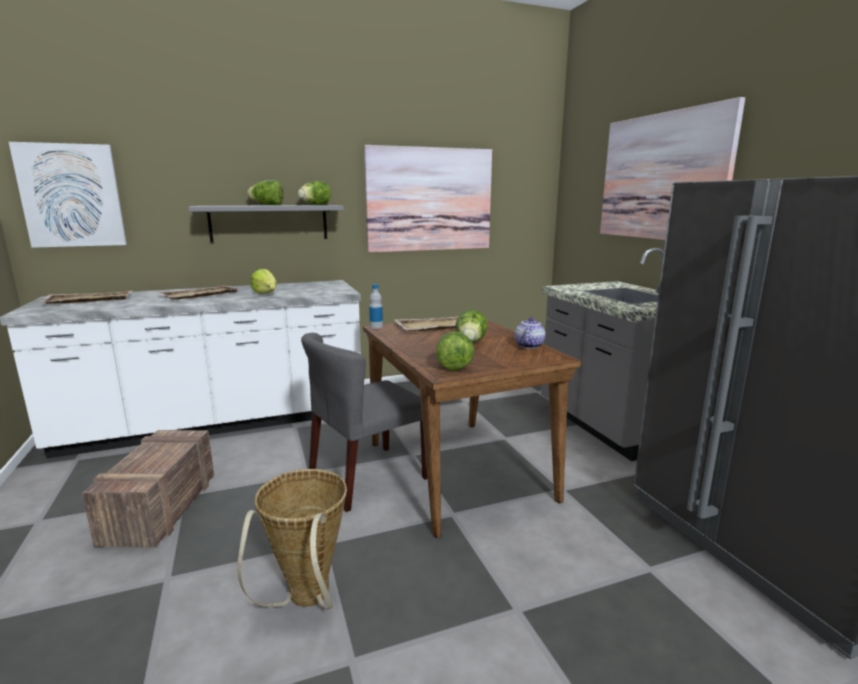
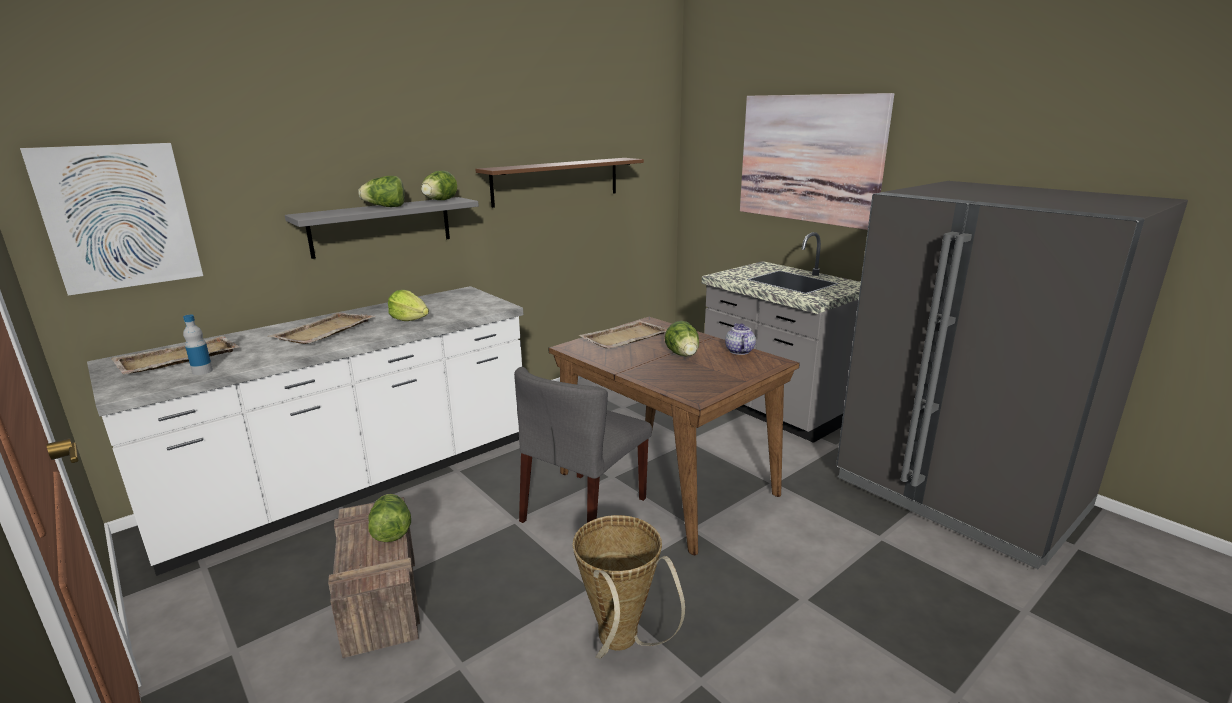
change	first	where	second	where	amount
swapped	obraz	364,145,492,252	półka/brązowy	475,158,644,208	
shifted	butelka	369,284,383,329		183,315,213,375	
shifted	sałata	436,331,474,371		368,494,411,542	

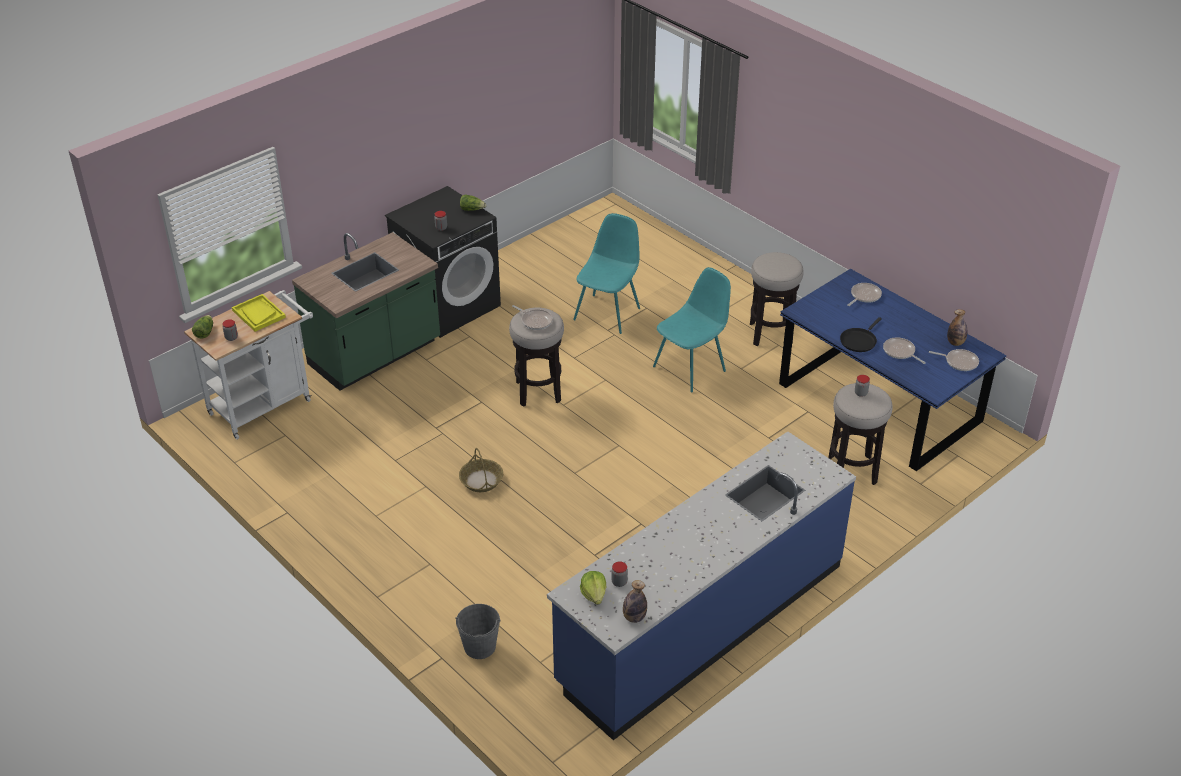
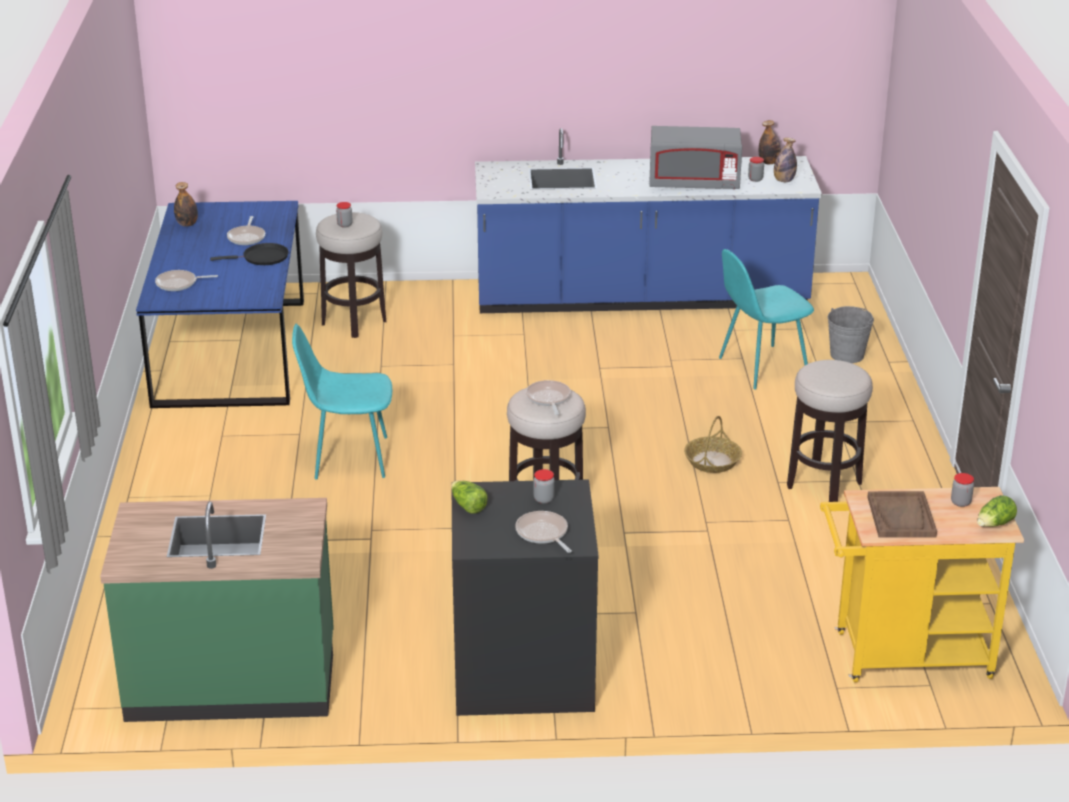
change	first	where	second	where	amount
shifted	krzesło/turkusowy	573,213,640,334		719,249,814,390	
shifted	zabudowa kuchenna/zielony	292,232,440,391		100,498,334,722	
shifted	stołek	750,252,804,346		787,360,873,502	
repainted	wózek/biały	184,290,313,440	wózek/żółty	820,487,1024,682	
repainted	taca/żółty	232,294,286,332	taca/brązowy	867,491,937,538	
shifted	patelnia	929,349,979,371		515,511,572,553	
swapped	sałata	580,571,606,605	butelka	774,138,797,182	
new			mikrofalówka/szary	649,126,742,189	

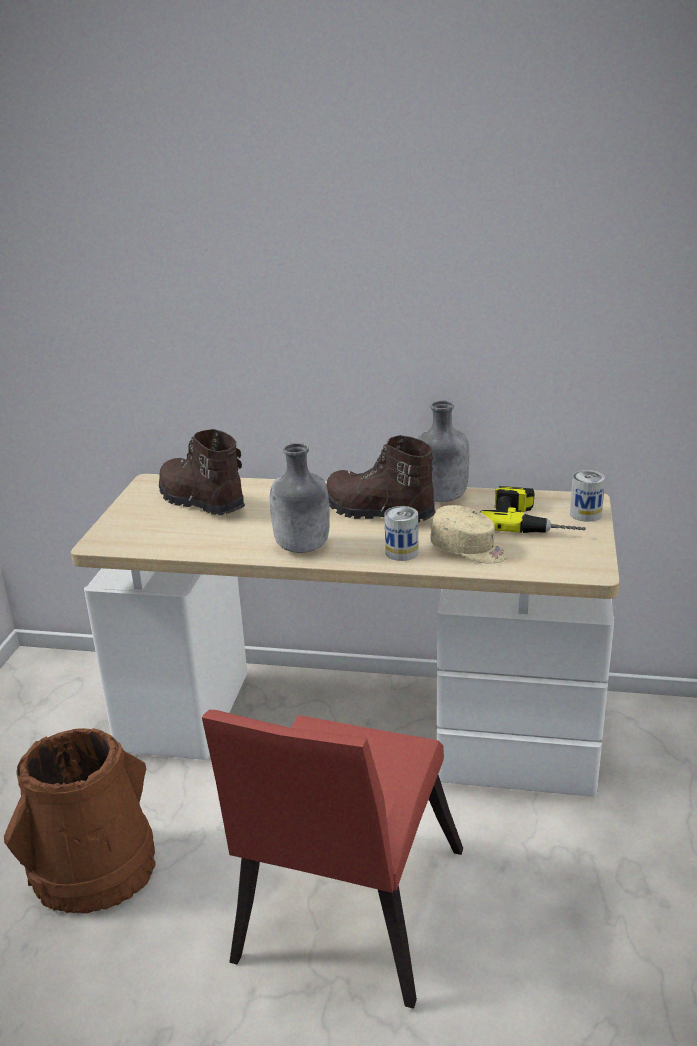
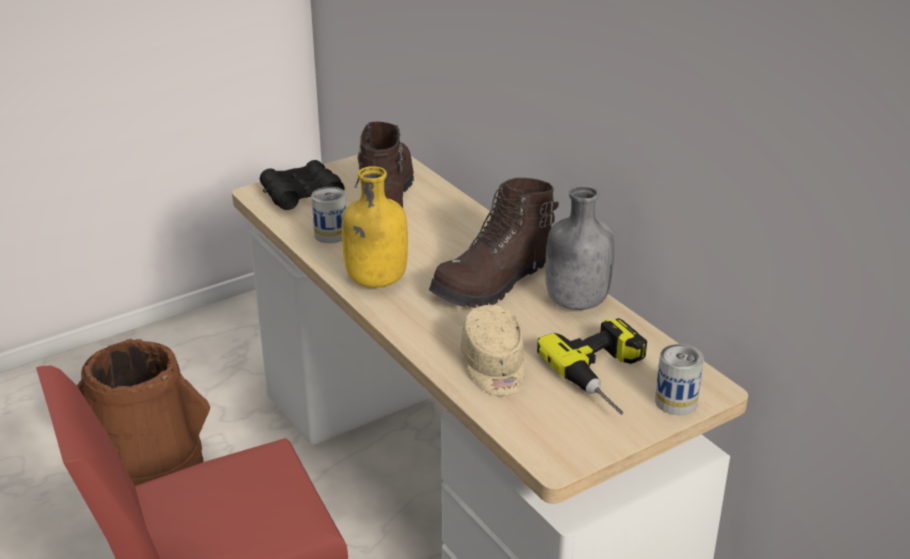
change	first	where	second	where	amount
rotated	but z cholewką/brązowy	326,435,436,523		429,178,559,308	120 degrees counterclockwise
repainted	butelka/szary	270,443,330,553	butelka/żółty	342,166,408,288	
shifted	puszka	385,506,418,561		311,187,347,243	
new			lornetka/czarny	260,160,345,210	

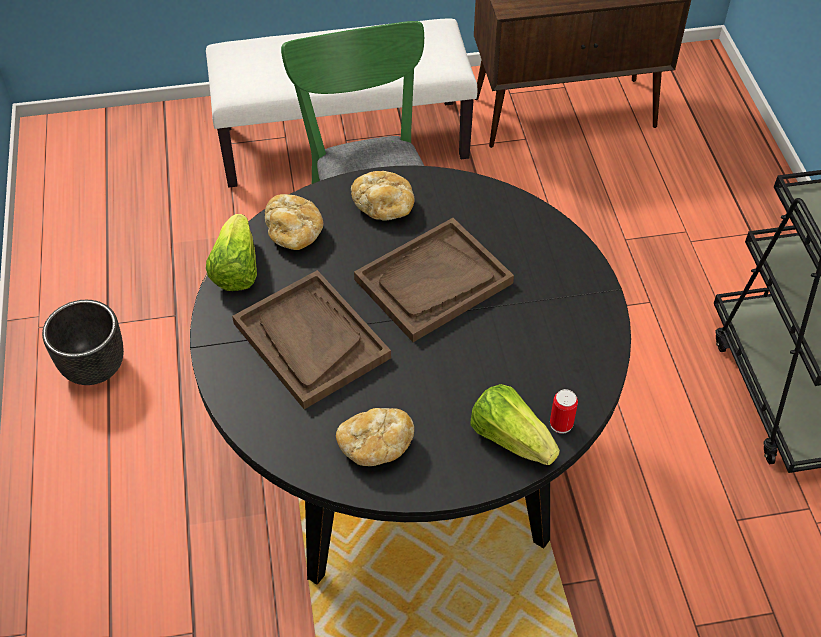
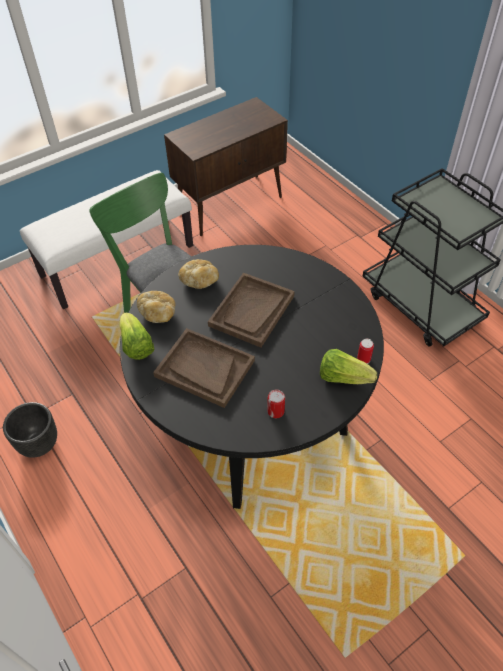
change	first	where	second	where	amount
swapped	chleb	336,408,414,466	puszka	267,389,285,418	

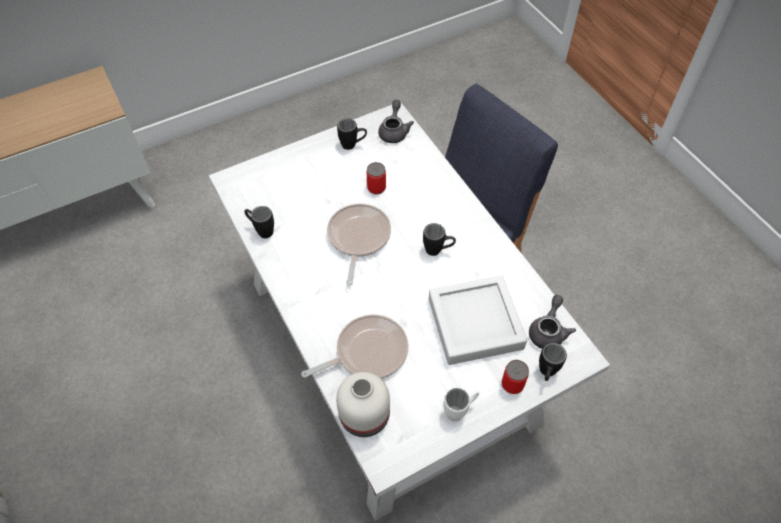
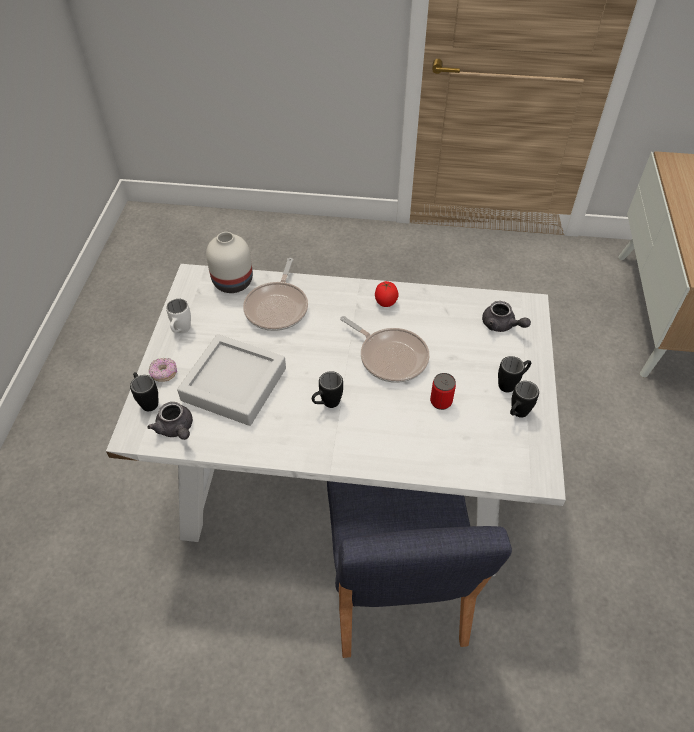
change	first	where	second	where	amount
shifted	imbryk/szary	378,100,414,143		482,301,531,332	
shifted	kubek/czarny	244,206,274,238		498,356,531,392	
swapped	puszka	502,360,529,394	donut	149,358,177,382	
new			pomidor	375,281,399,307	

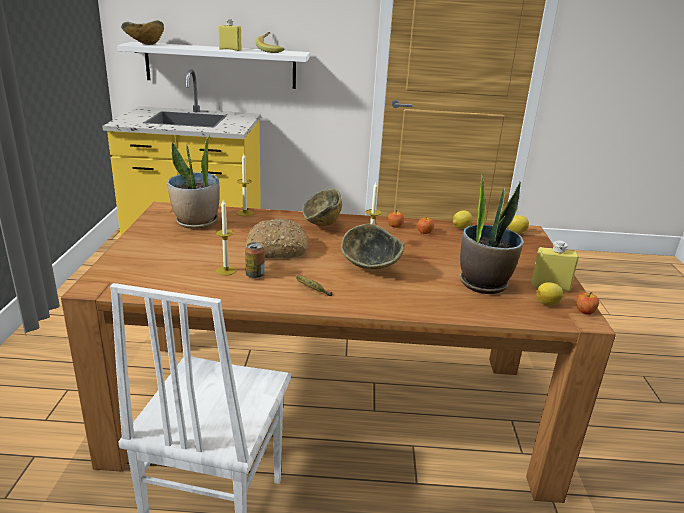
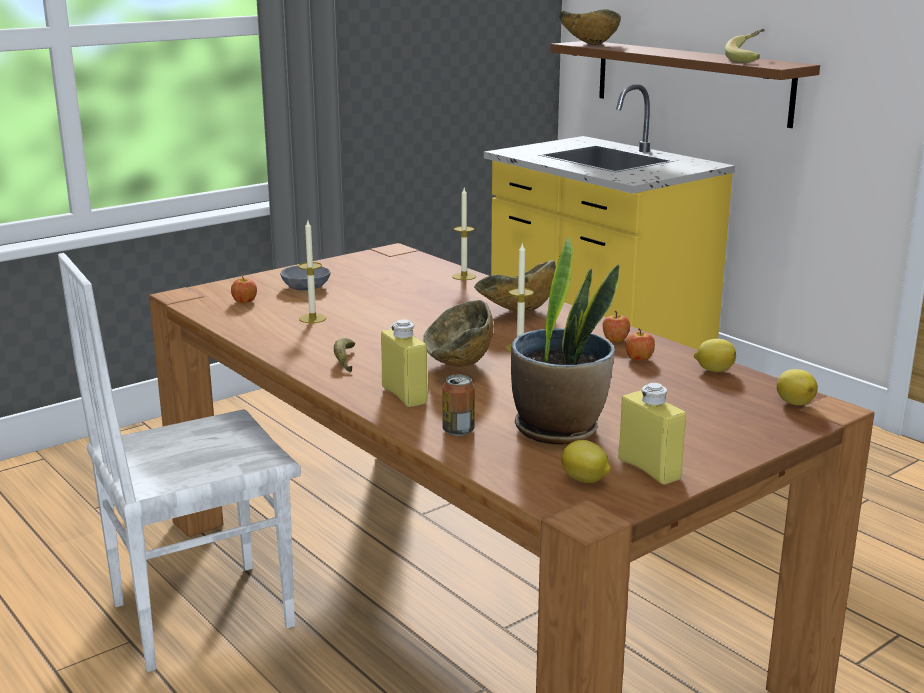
change	first	where	second	where	amount
shifted	butelka/żółty	218,19,242,51		381,319,428,407	
repainted	półka/biały	117,42,310,89	półka/brązowy	550,41,820,128	
gone	roślina doniczkowa	167,135,220,229			
gone	chleb	246,218,307,258			
shifted	puszka	245,242,265,279		442,374,475,436	
shifted	jabłko	576,292,599,315		231,276,257,303	
new			miska/szary	280,266,331,290	

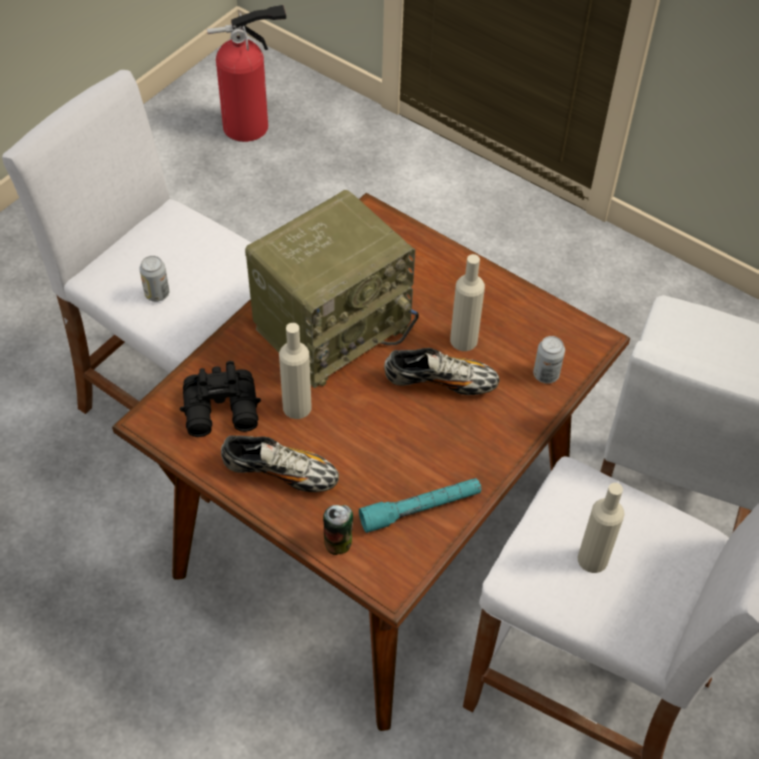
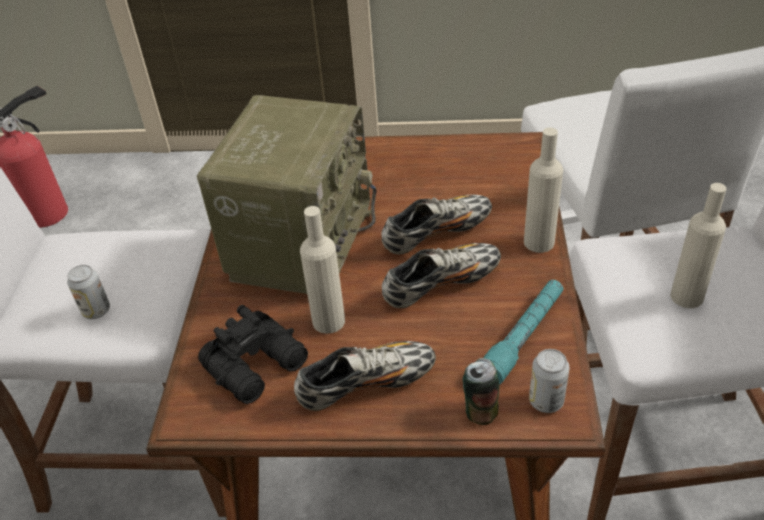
change	first	where	second	where	amount
shifted	butelka/beżowy	450,254,485,351		524,128,563,253	
shifted	puszka	533,336,565,384		529,349,570,413	
new			but	382,243,501,308	

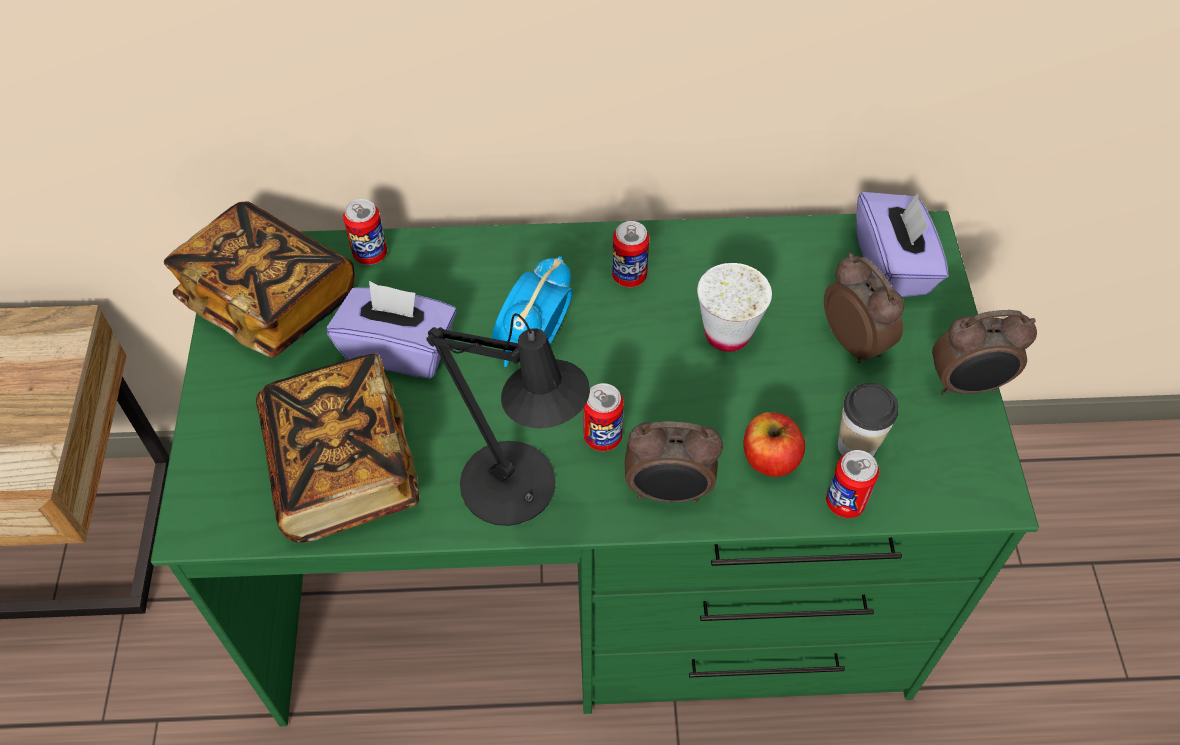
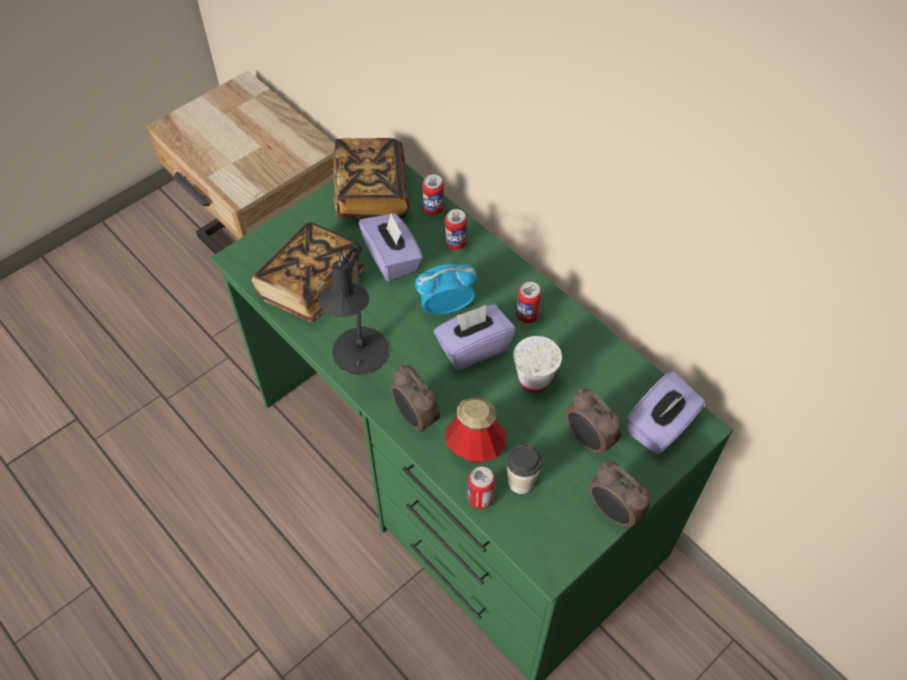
change	first	where	second	where	amount
rotated	budzik	824,253,904,363		566,388,622,456	120 degrees clockwise
shifted	puszka	583,383,624,451		445,209,467,250	
swapped	jabłko	743,412,805,477	butelka	446,398,506,463	
new			pudełko chusteczek/fioletowy	434,304,516,370	

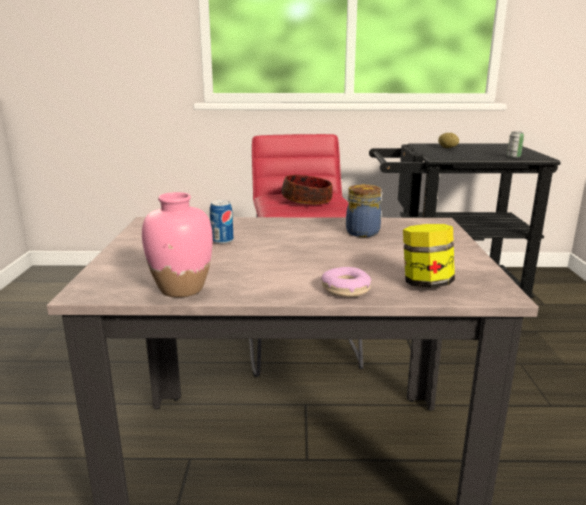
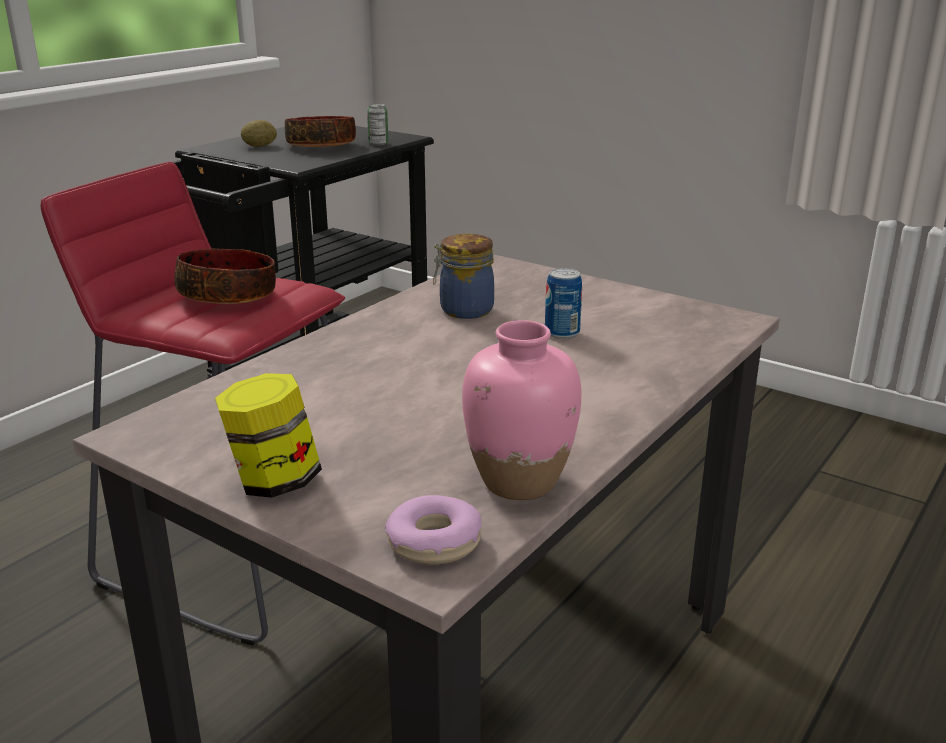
change	first	where	second	where	amount
shifted	puszka	210,200,233,244		545,268,582,339	
shifted	słoik	403,224,455,288		215,373,322,498	
shifted	donut	321,267,371,298		385,495,481,564	
new			miska	285,116,356,147	

